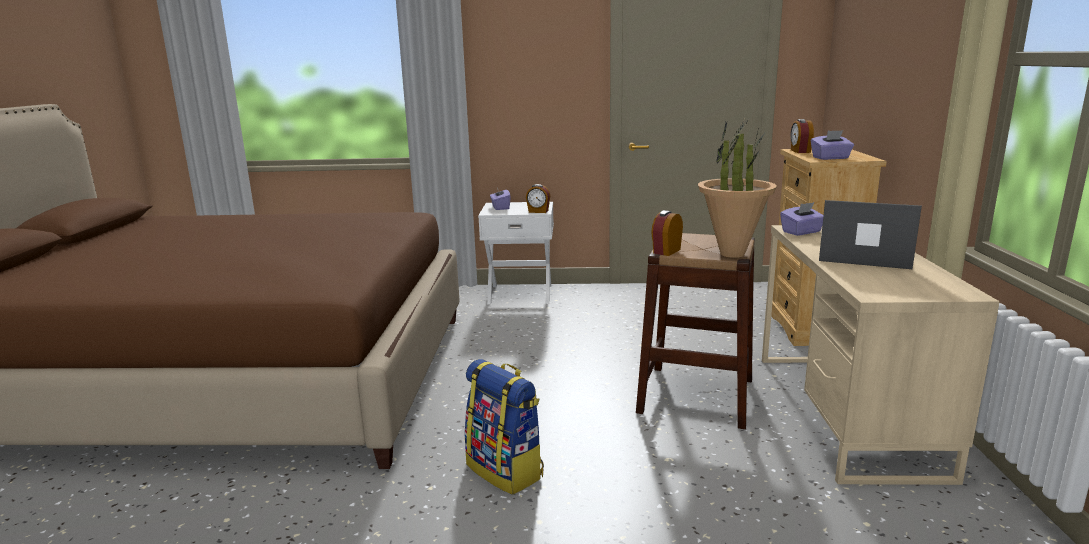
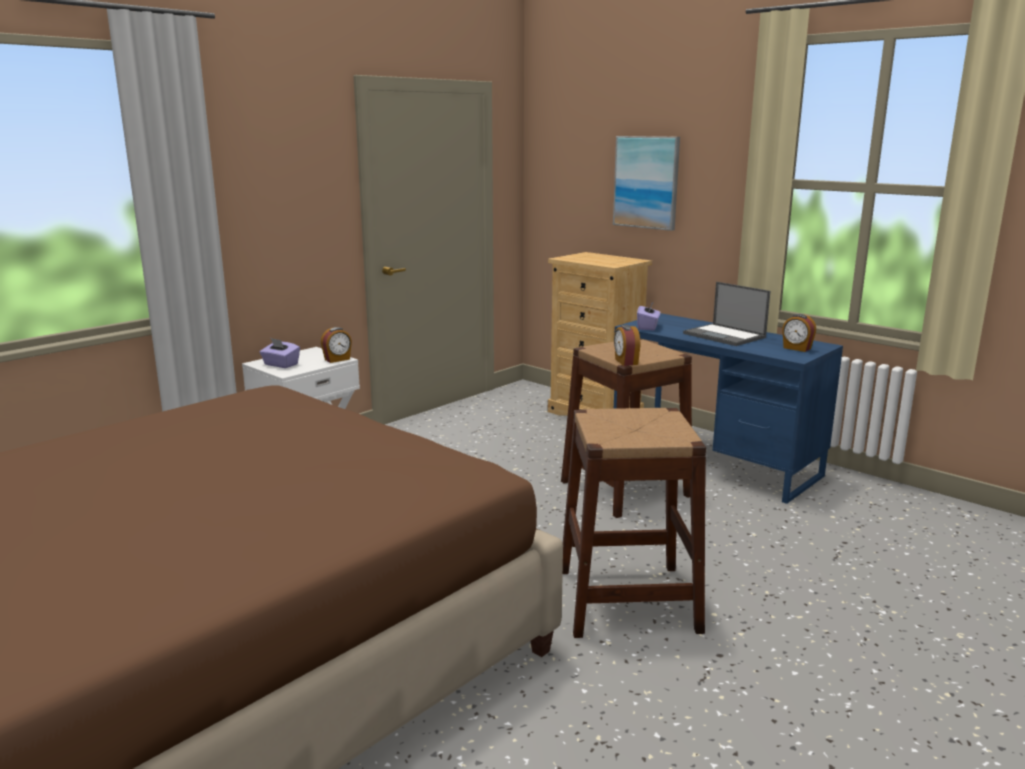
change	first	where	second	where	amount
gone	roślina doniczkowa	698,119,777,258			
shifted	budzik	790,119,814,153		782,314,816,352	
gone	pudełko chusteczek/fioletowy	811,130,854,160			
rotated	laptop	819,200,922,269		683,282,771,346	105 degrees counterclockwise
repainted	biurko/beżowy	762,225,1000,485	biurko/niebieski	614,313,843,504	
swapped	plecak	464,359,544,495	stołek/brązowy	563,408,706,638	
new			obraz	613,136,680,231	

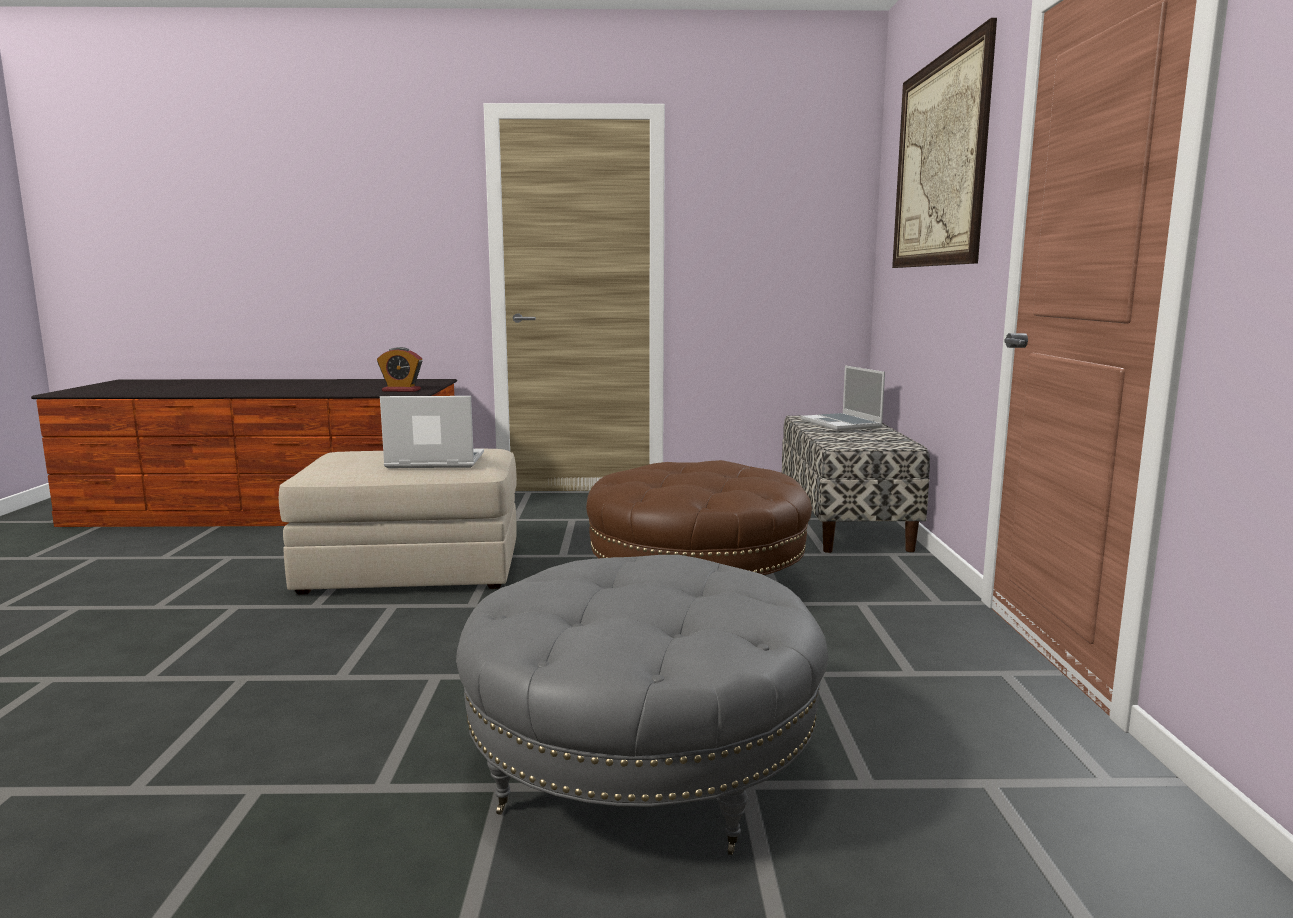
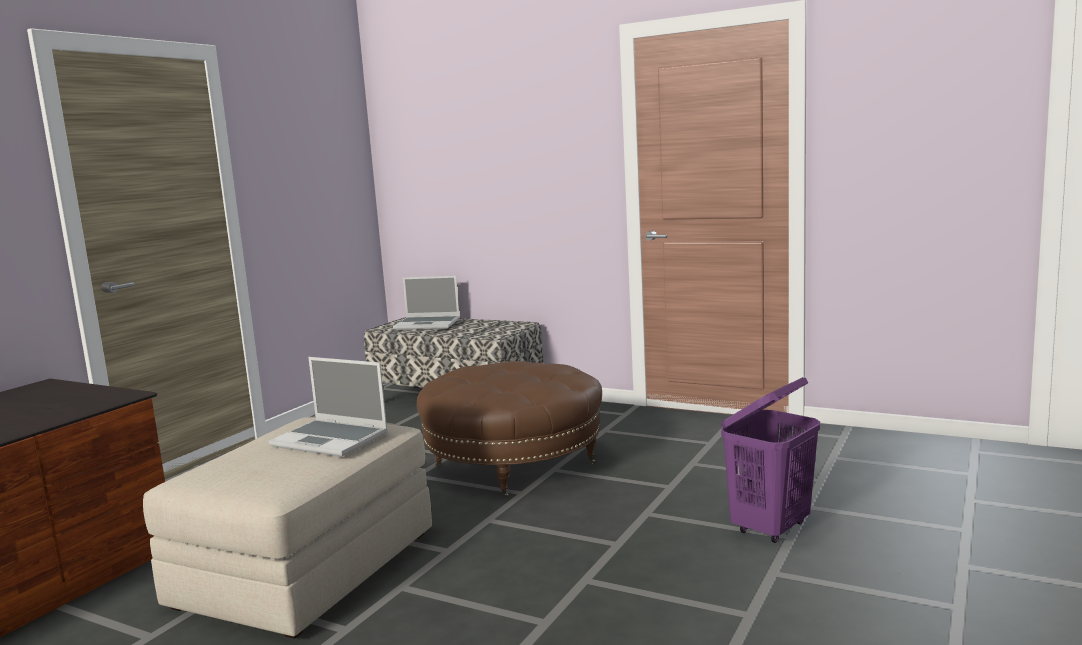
change	first	where	second	where	amount
gone	obraz	892,18,997,268			
gone	budzik	377,347,422,392			
rotated	laptop	380,396,484,468		269,357,388,457	90 degrees counterclockwise
swapped	pufa/szary	456,555,828,855	kosz na pranie/fioletowy	721,377,820,543	

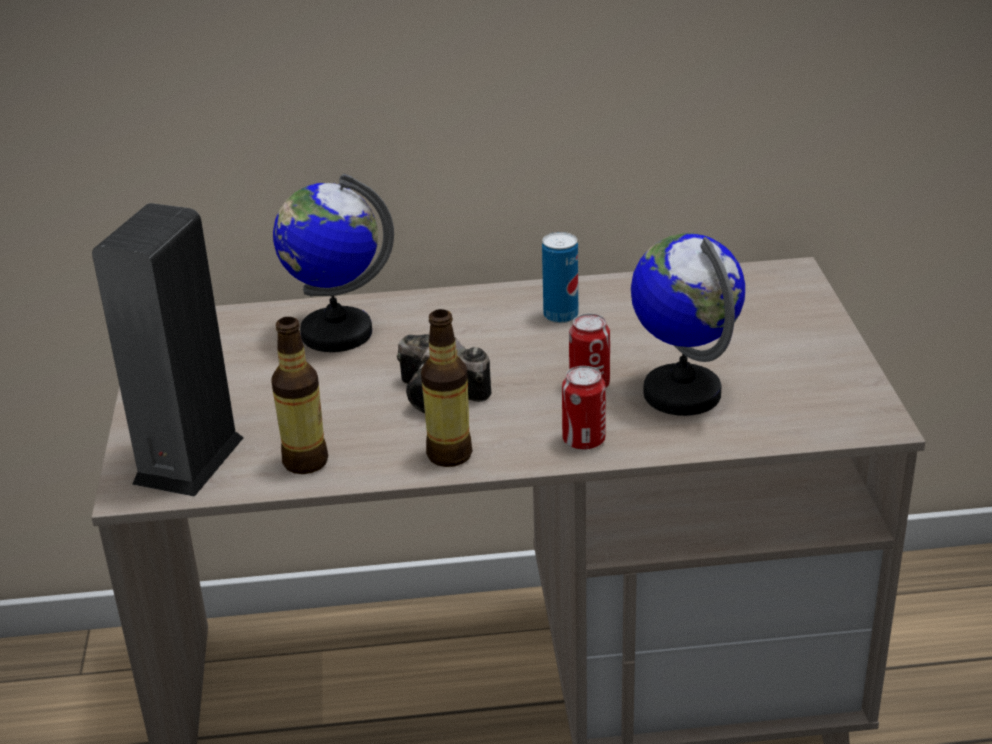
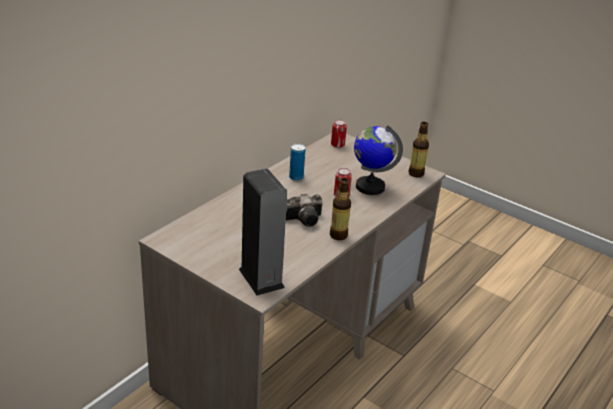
change	first	where	second	where	amount
gone	globus	273,174,394,352			
shifted	butelka	271,317,328,474		408,122,429,177	
shifted	puszka	562,366,606,450		331,120,347,148	

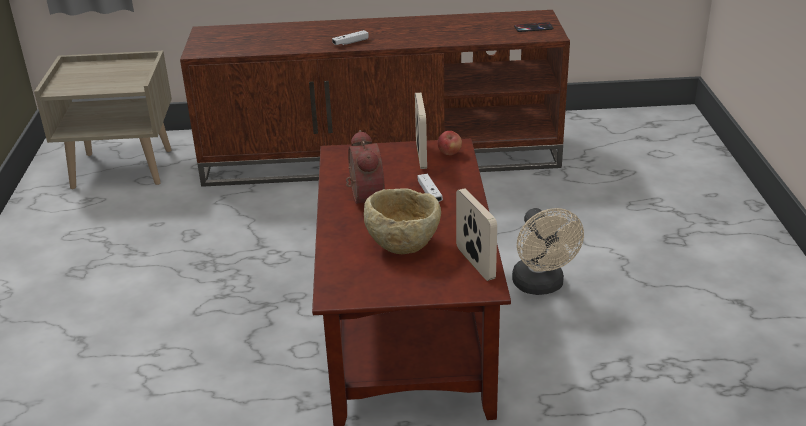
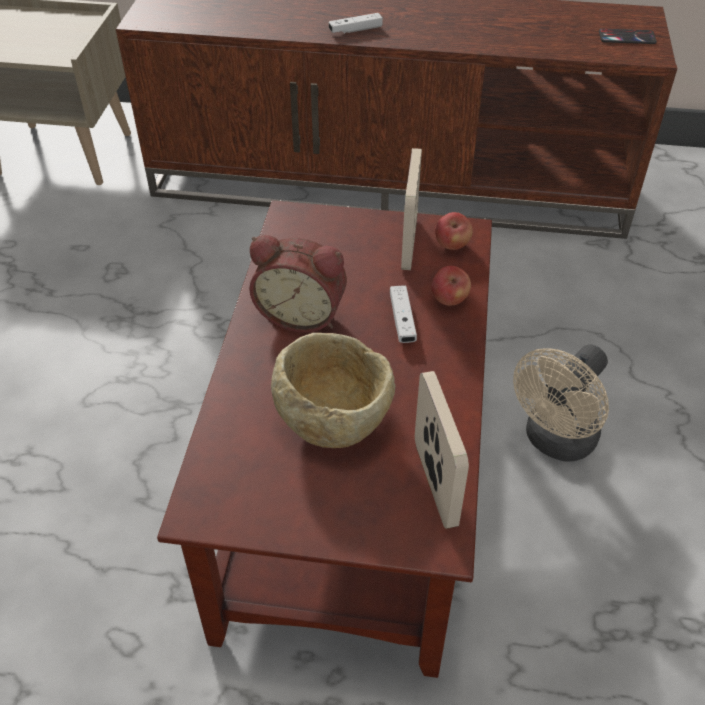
change	first	where	second	where	amount
rotated	budzik	346,130,385,204		249,235,347,333	105 degrees clockwise
rotated	wentylator/beżowy	512,208,584,295		513,344,609,462	45 degrees clockwise
new			jabłko	431,266,471,306	

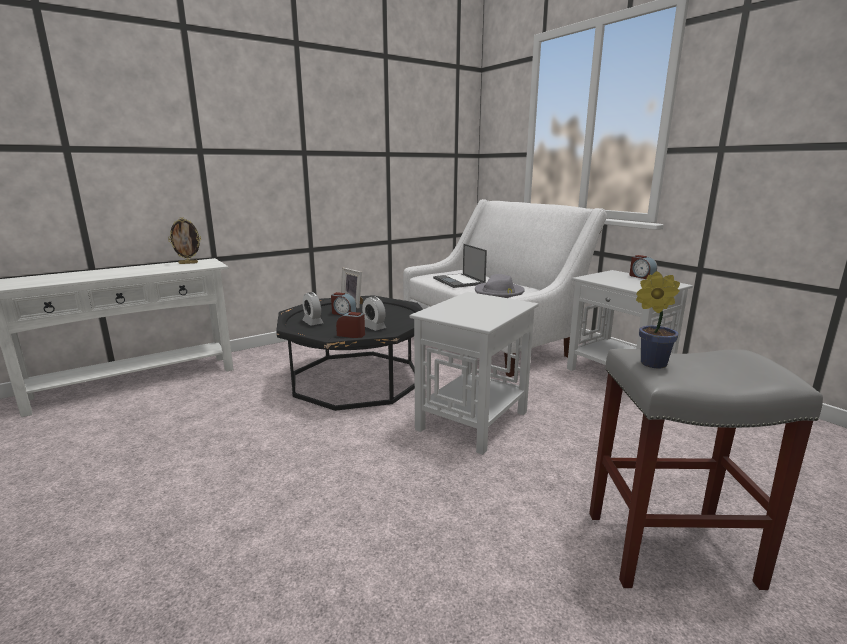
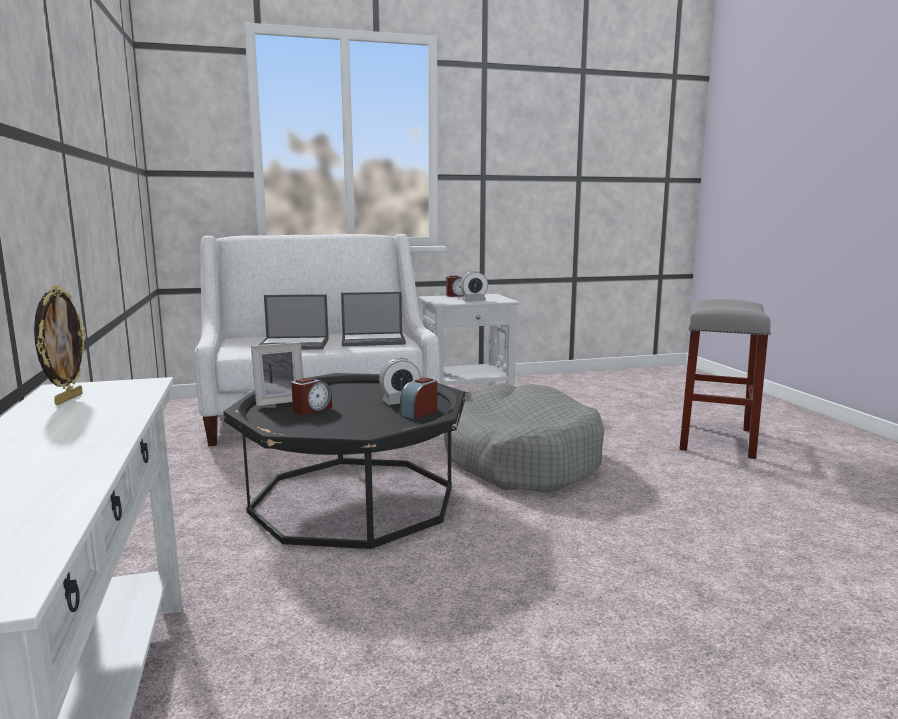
change	first	where	second	where	amount
gone	roślina doniczkowa	636,271,680,368			
swapped	kapelusz/szary	475,274,525,298	laptop	341,292,406,346	
shifted	budzik	303,292,323,326		460,271,488,301	
swapped	stolik/biały	410,292,539,455	legowisko/szary	444,383,604,492	

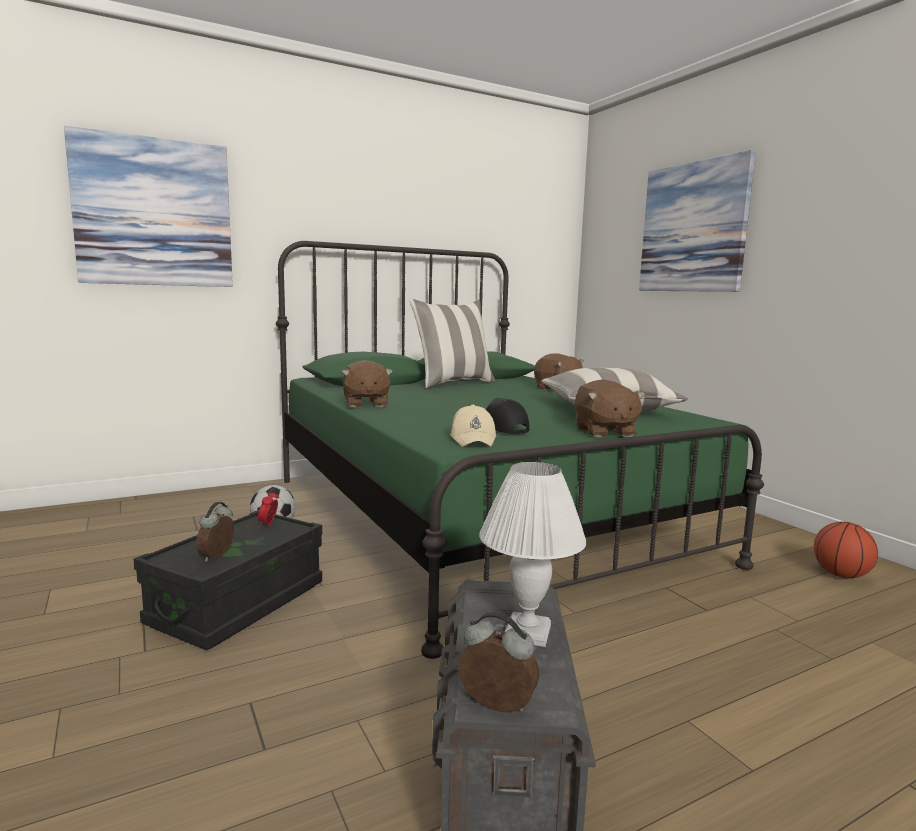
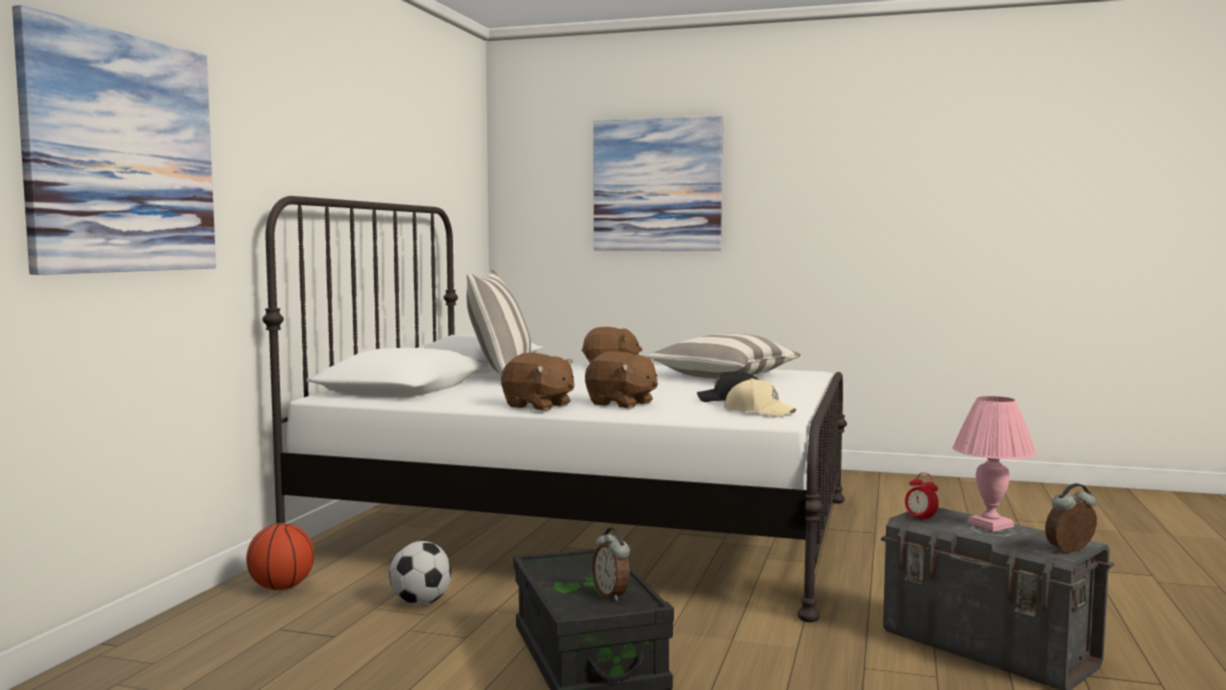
change	first	where	second	where	amount
repainted	łóżko/zielony	276,241,764,659	łóżko/biały	262,196,847,622	
shifted	pluszak/brązowy	575,380,645,438		585,351,658,409	
repainted	lampa stołowa/biały	479,462,587,647	lampa stołowa/różowy	952,396,1036,532	
shifted	budzik	258,489,279,528		905,473,939,523	
shifted	piłka do koszykówki	814,522,878,578		246,523,314,590	

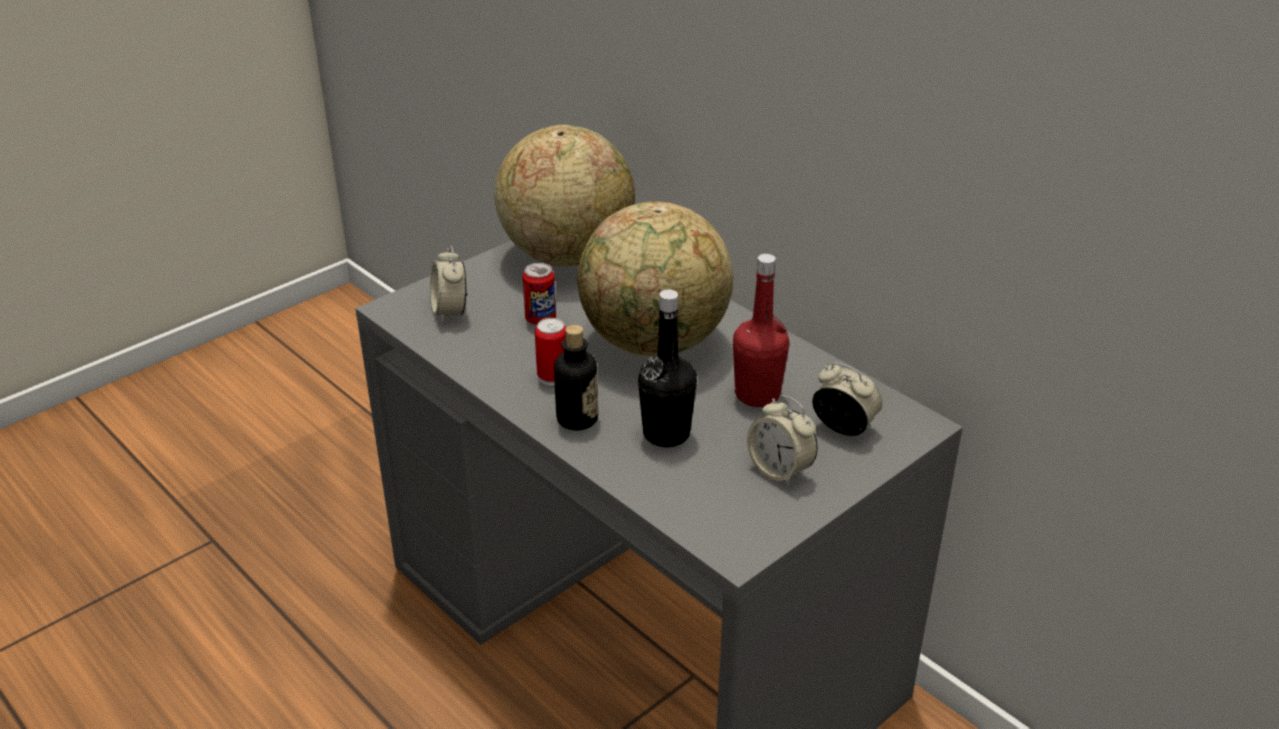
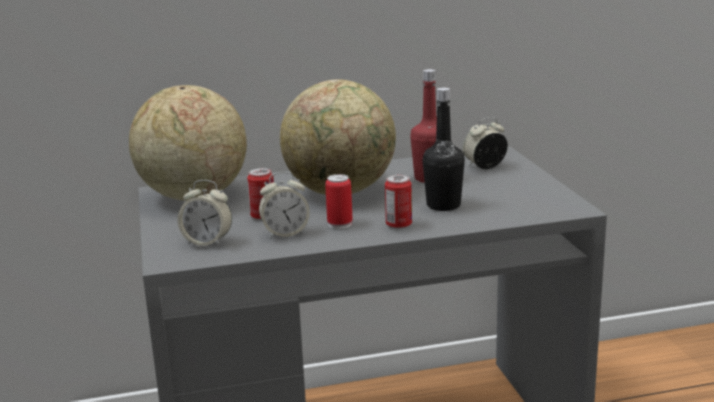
change	first	where	second	where	amount
swapped	butelka	554,325,598,431	puszka	385,175,412,229	
shifted	budzik	747,395,818,486		259,172,310,239	

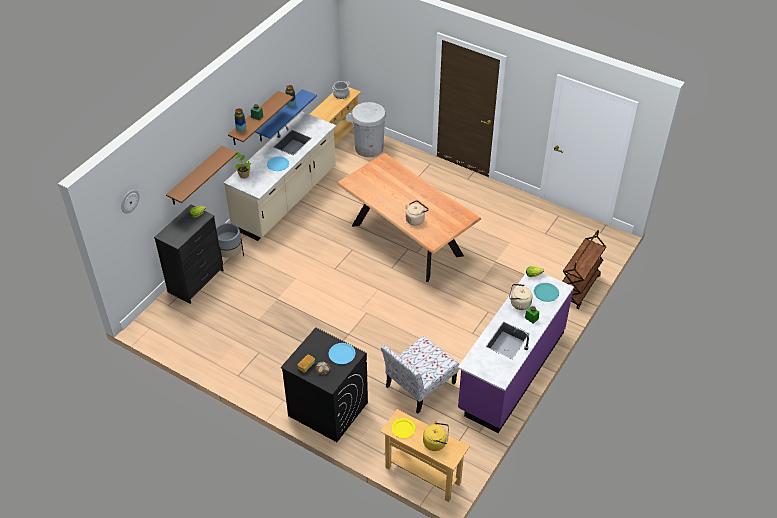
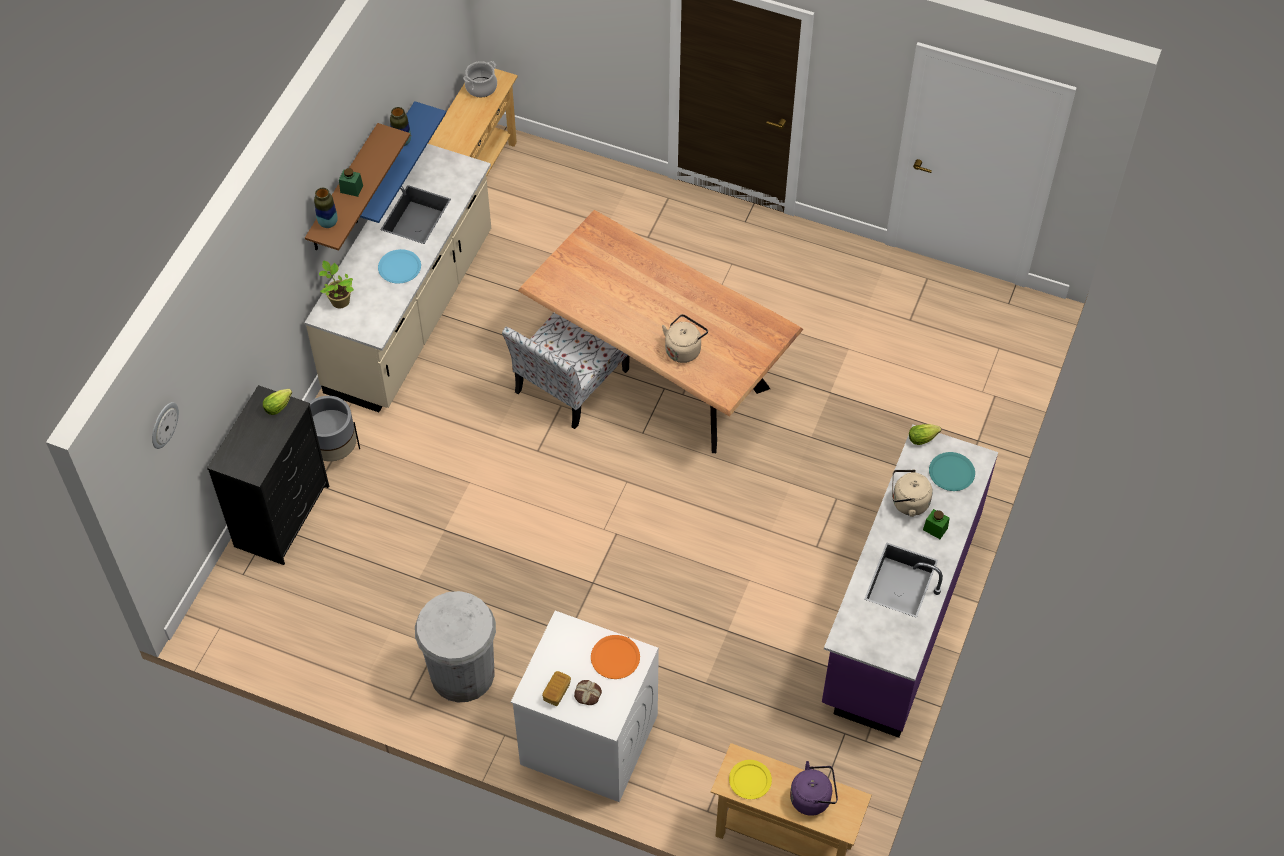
change	first	where	second	where	amount
shifted	kosz na śmieci/biały	351,102,386,158		415,591,496,703	
gone	półka/brązowy	166,146,237,204			
gone	wózek/brązowy	562,230,606,309			
repainted	pralka/czarny	281,328,368,442	pralka/biały	511,611,659,802	
shifted	krzesło	381,336,459,414		502,313,630,429	
repainted	talerz/niebieski	328,343,356,364	talerz/pomarańczowy	591,635,640,679	
repainted	czajnik/żółty	423,421,449,451	czajnik/fioletowy	790,761,838,816	

